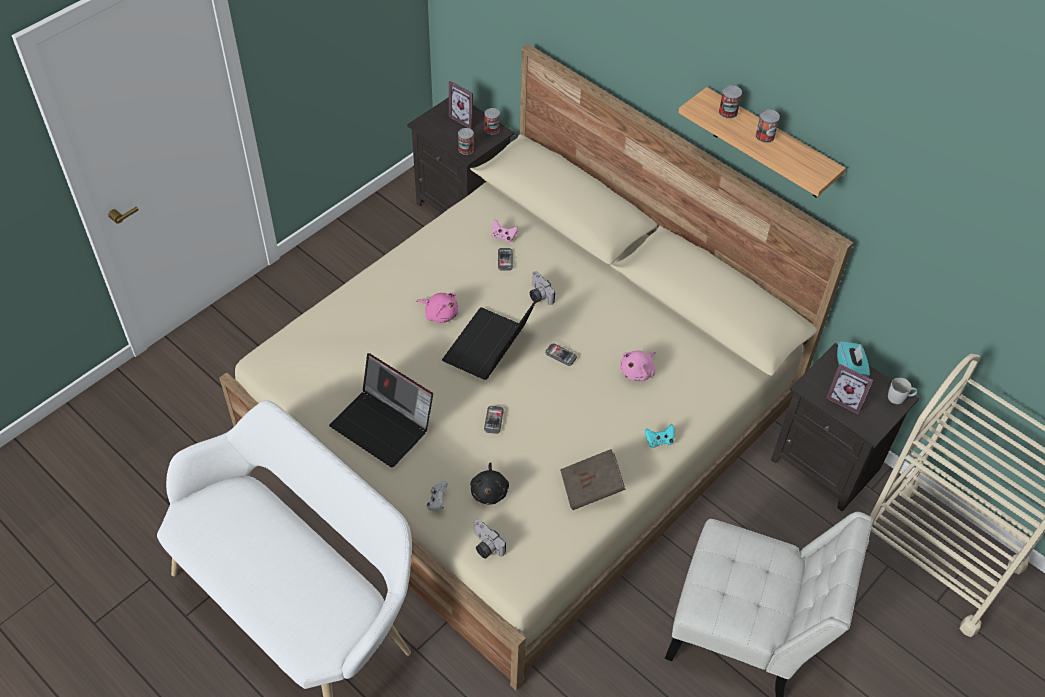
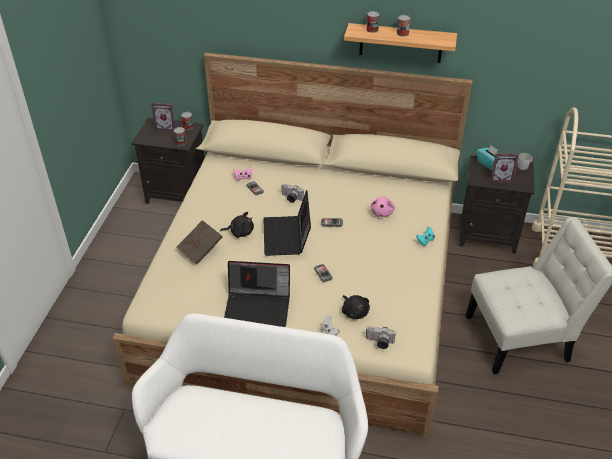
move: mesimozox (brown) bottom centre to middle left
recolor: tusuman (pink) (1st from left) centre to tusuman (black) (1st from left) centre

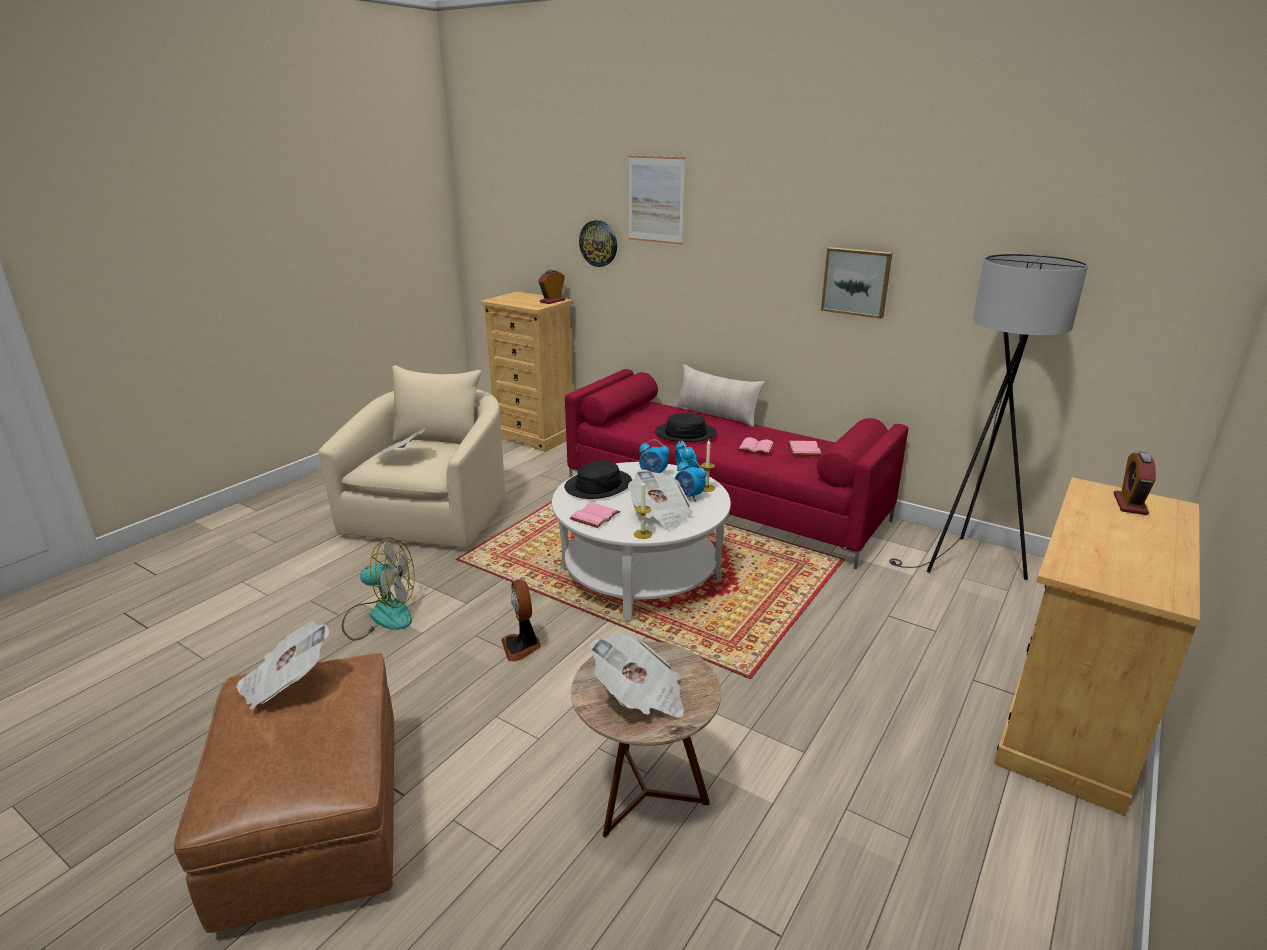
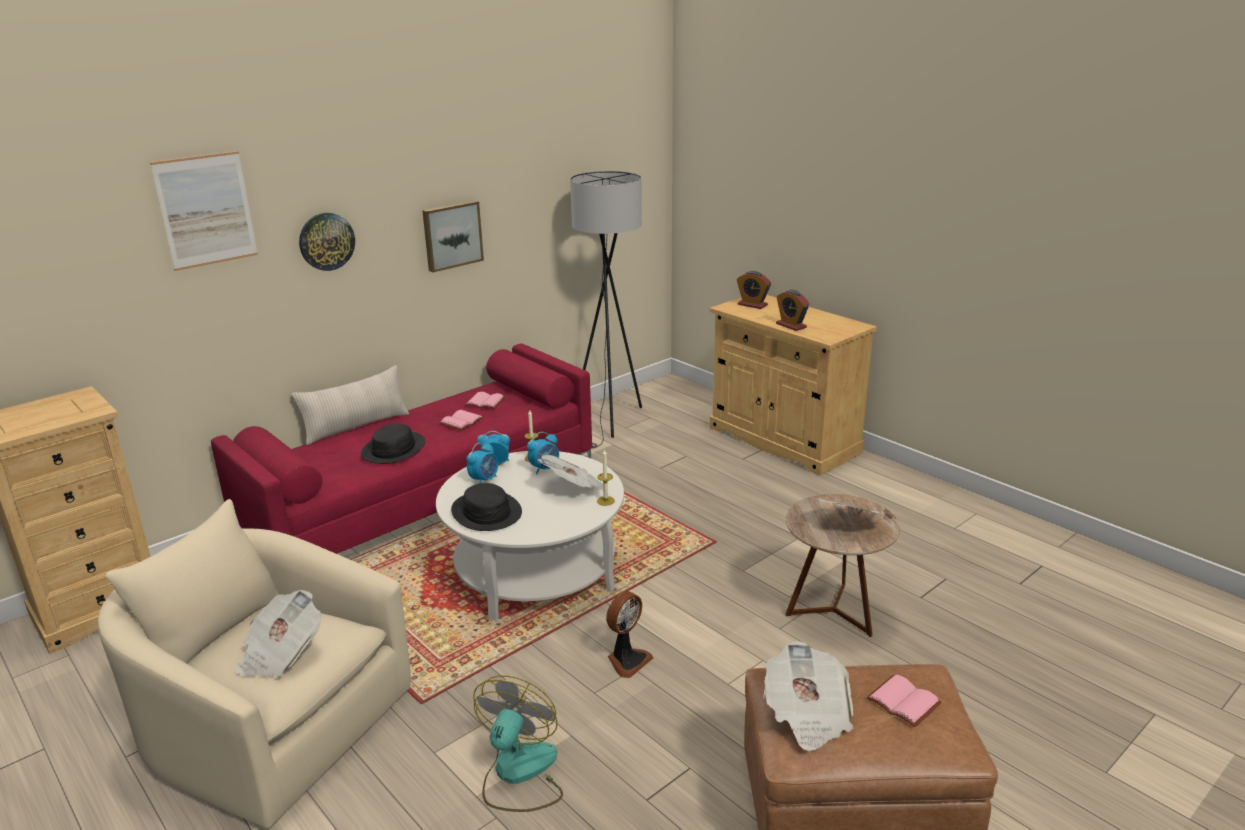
move: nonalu top centre to top left; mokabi (1st from left in the first image) top centre to mokabi (5th from left) centre; mesimozox (pink) (1st from left in the first image) centre to mesimozox (pink) (3rd from left) bottom right
rotate: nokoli (2nd from left) centre = bottom centre 45 degrees counterclockwise

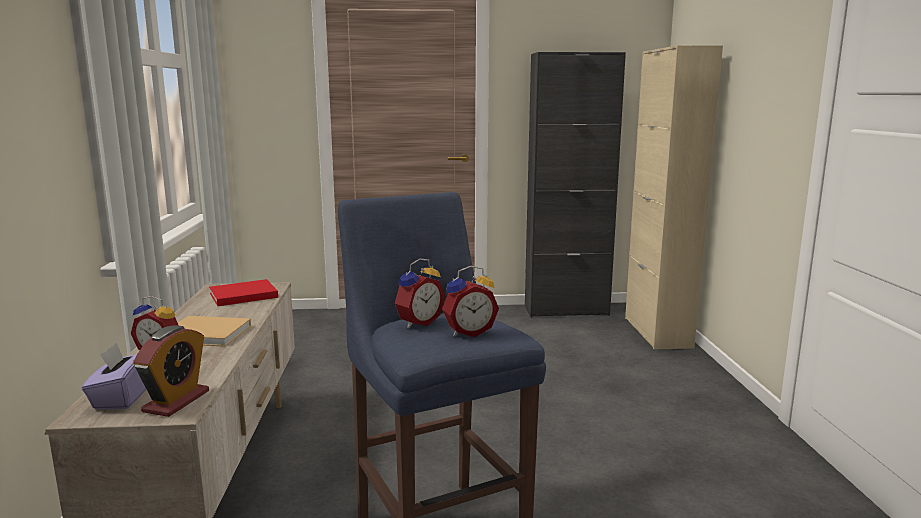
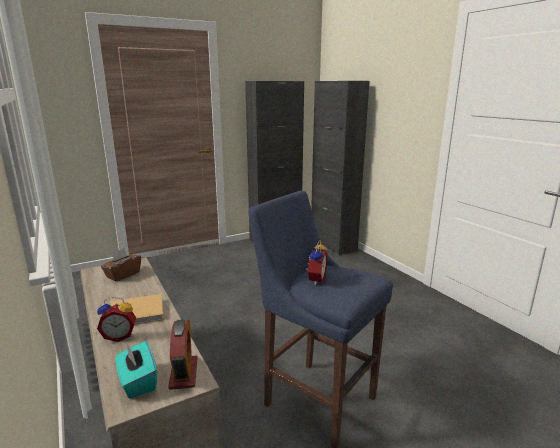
delete: mokabi (4th from left) centre
replace: mesimozox (red) middle left to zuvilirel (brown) middle left
recolor: zuvilirel (purple) bottom left to zuvilirel (turquoise) bottom left; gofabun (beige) middle right to gofabun (black) (2nd from left) centre

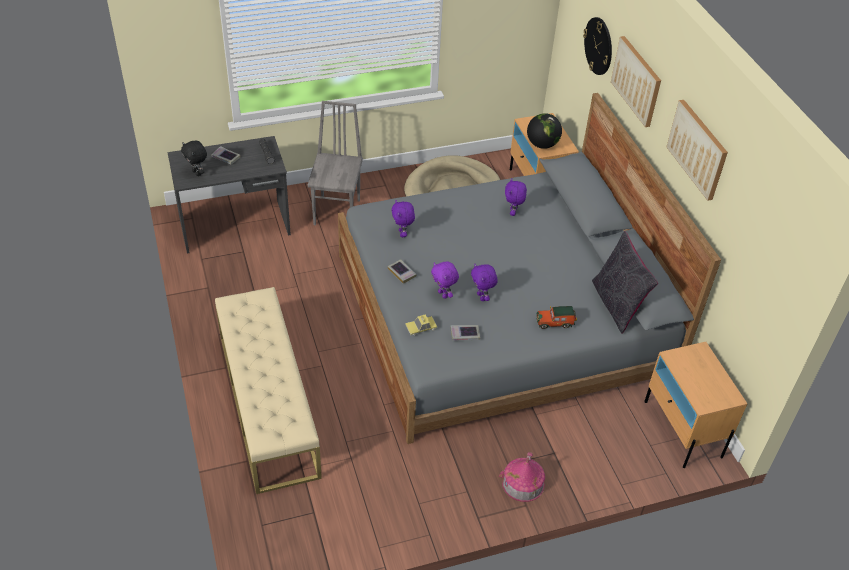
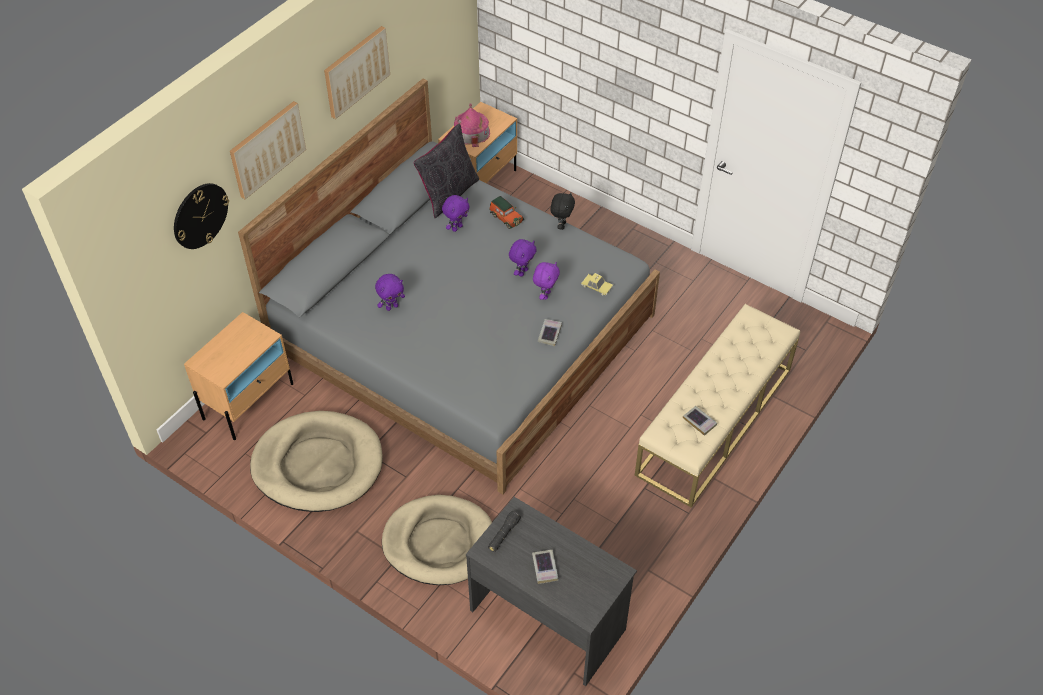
delete: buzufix top centre
move: tusuman (purple) (1st from left in the first image) centre to tusuman (purple) (2nd from left) top centre; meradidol bottom centre to top centre; tusuman (black) top left to top centre; mesimozox (3rd from left) centre to middle right
replace: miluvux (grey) top centre to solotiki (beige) (2nd from left) bottom centre

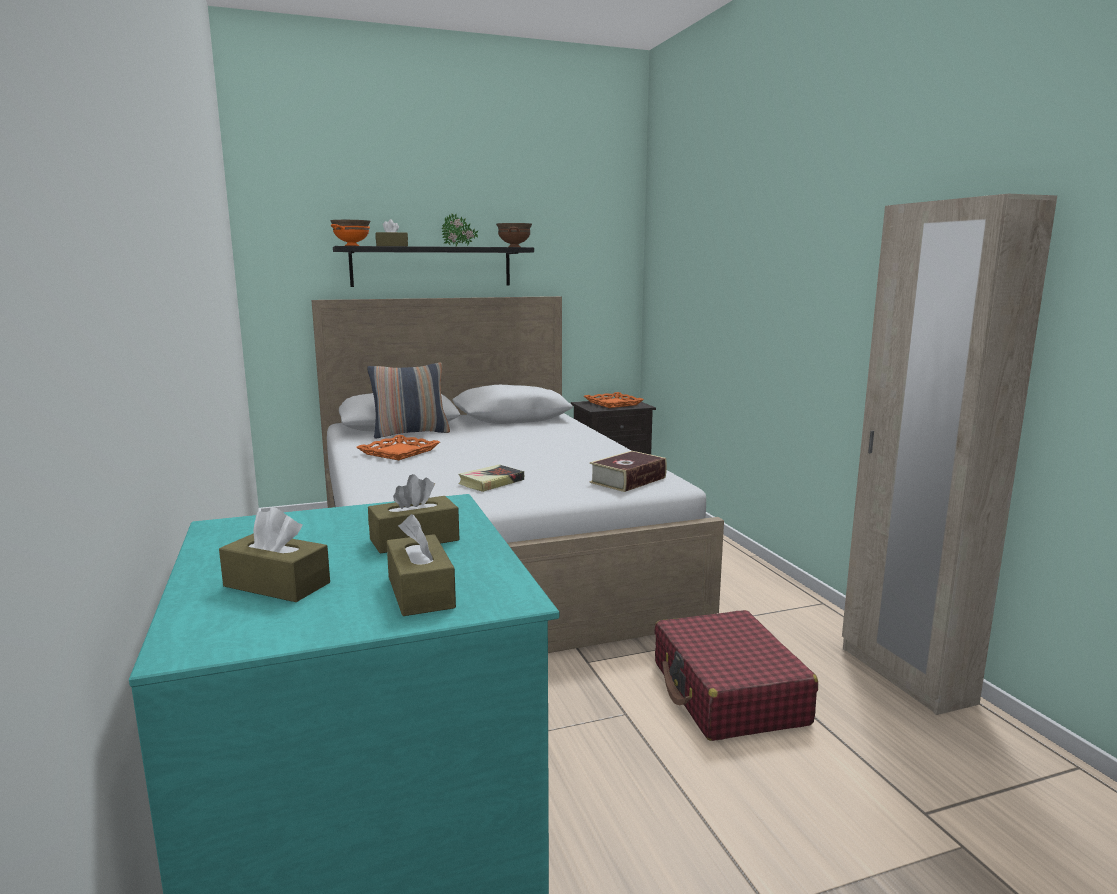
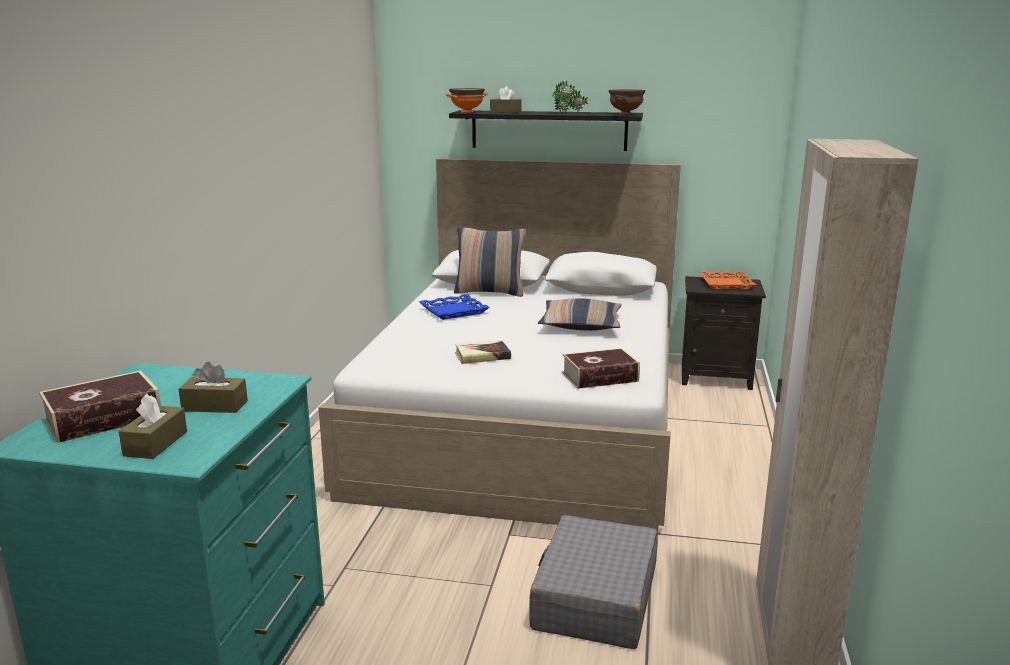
insert: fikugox (2nd from left) centre
replace: zuvilirel (brown) (1st from left) middle left to mesimozox (1st from left) middle left
recolor: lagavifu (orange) (1st from left) centre to lagavifu (blue) centre; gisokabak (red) bottom centre to gisokabak (grey) bottom centre

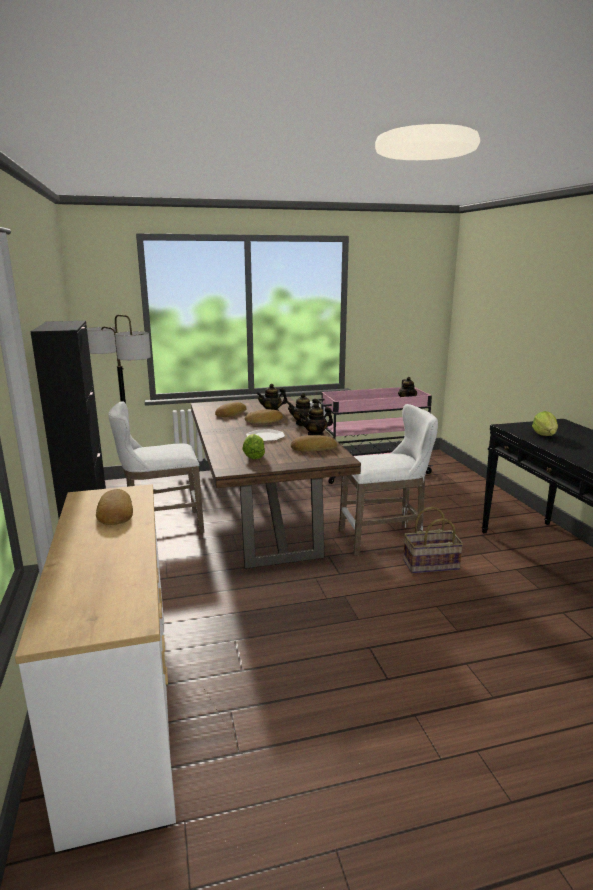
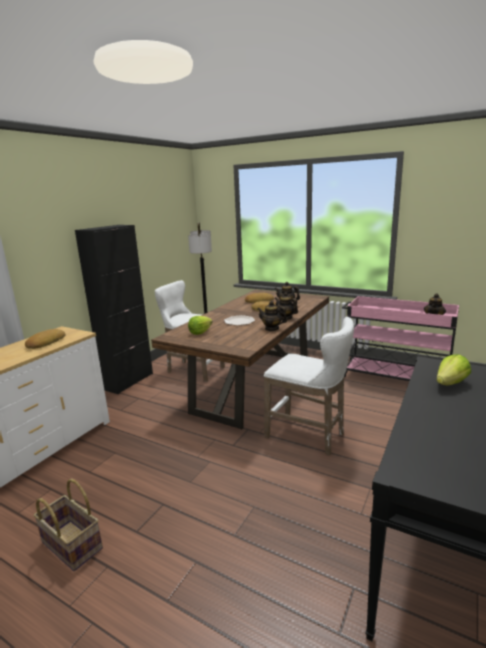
delete: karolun (4th from left) centre
move: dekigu middle right to bottom left

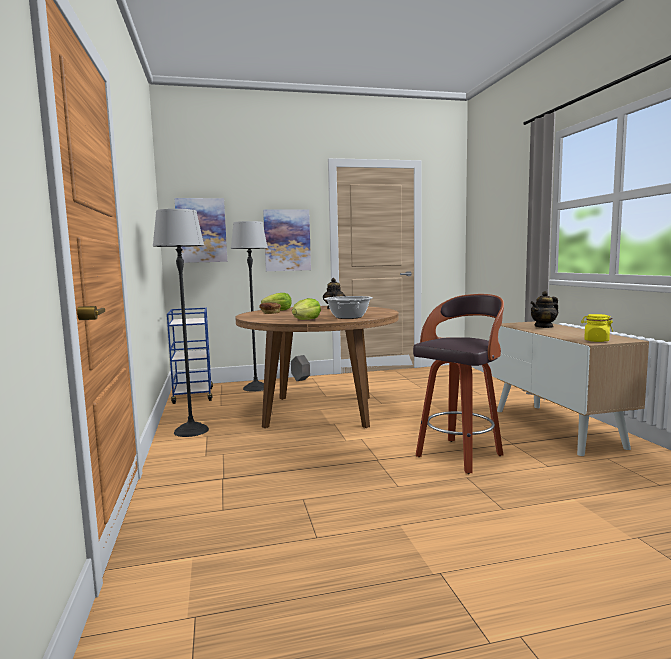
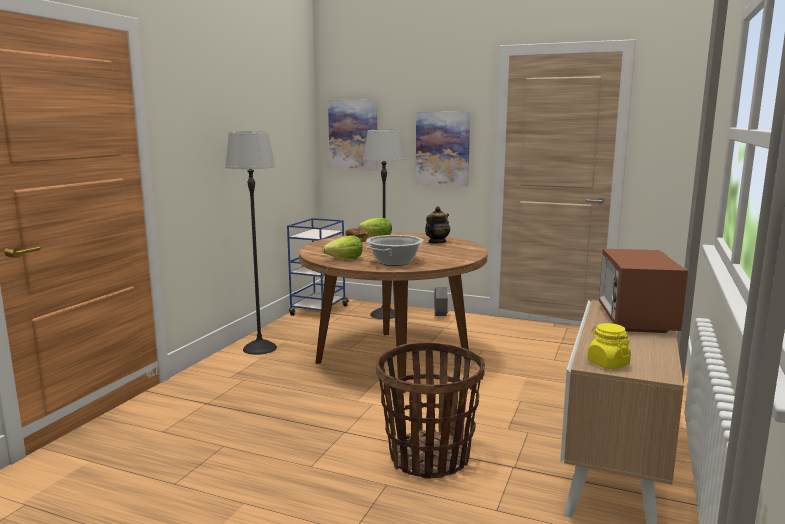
replace: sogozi middle right to dekigu bottom centre; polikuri (2nd from left) middle right to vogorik middle right

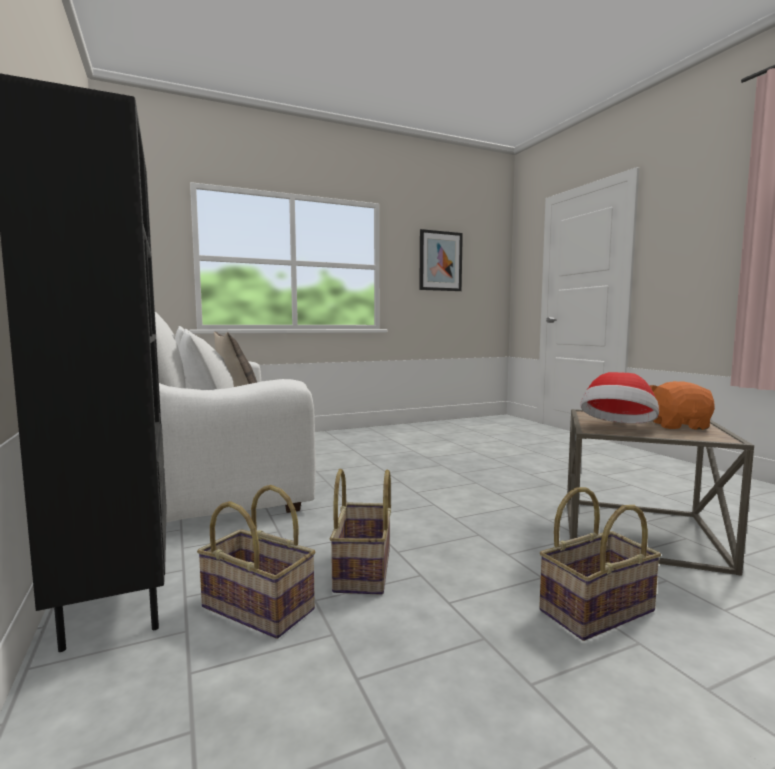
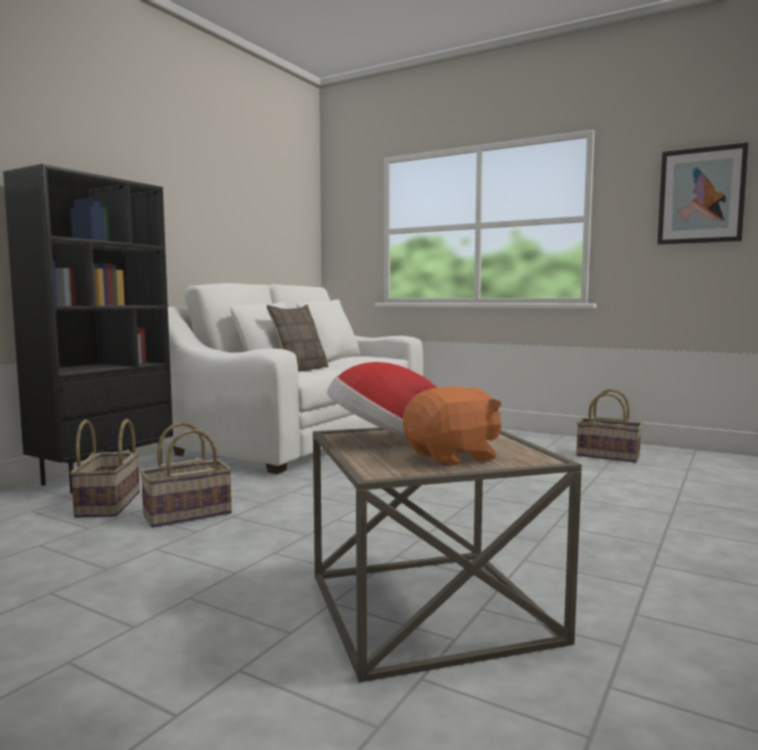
move: dekigu (3rd from left) bottom right to middle right

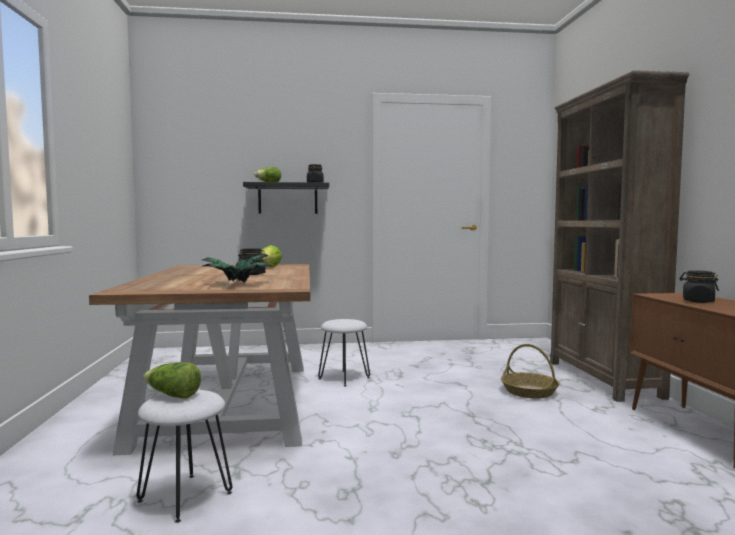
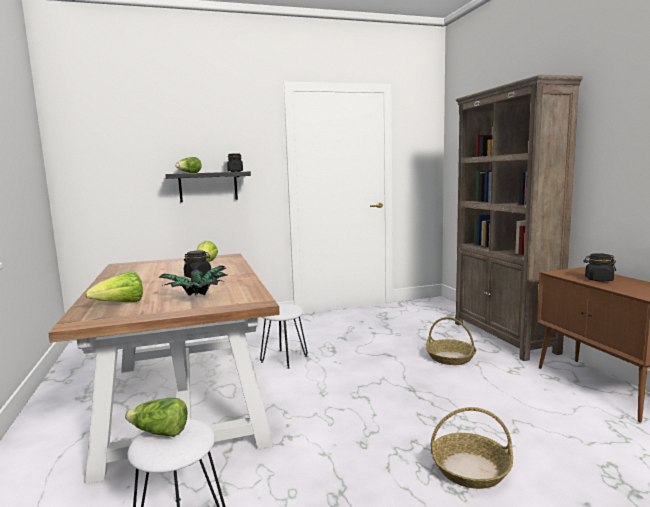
insert: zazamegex (1st from left) middle left; dekigu (2nd from left) bottom right

